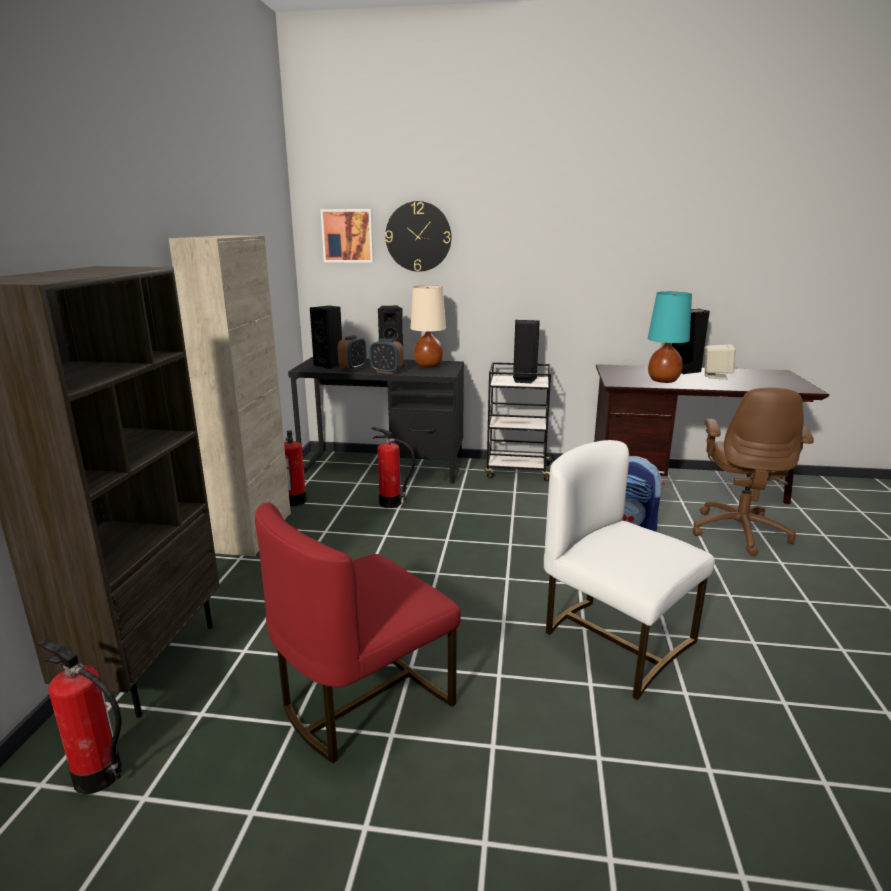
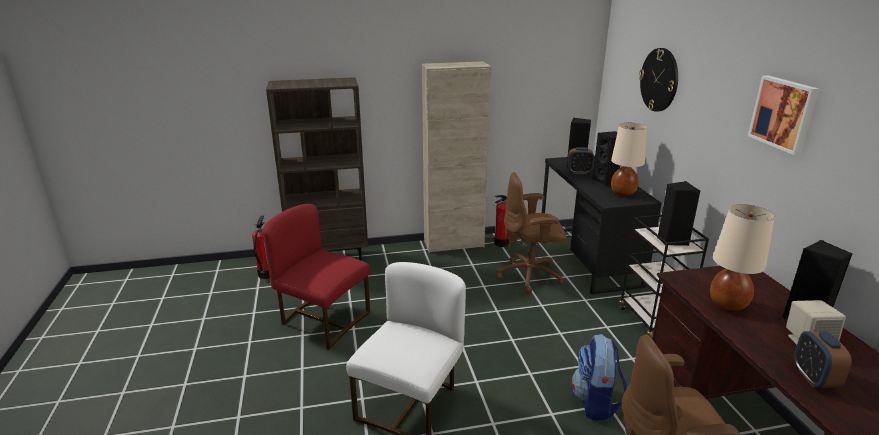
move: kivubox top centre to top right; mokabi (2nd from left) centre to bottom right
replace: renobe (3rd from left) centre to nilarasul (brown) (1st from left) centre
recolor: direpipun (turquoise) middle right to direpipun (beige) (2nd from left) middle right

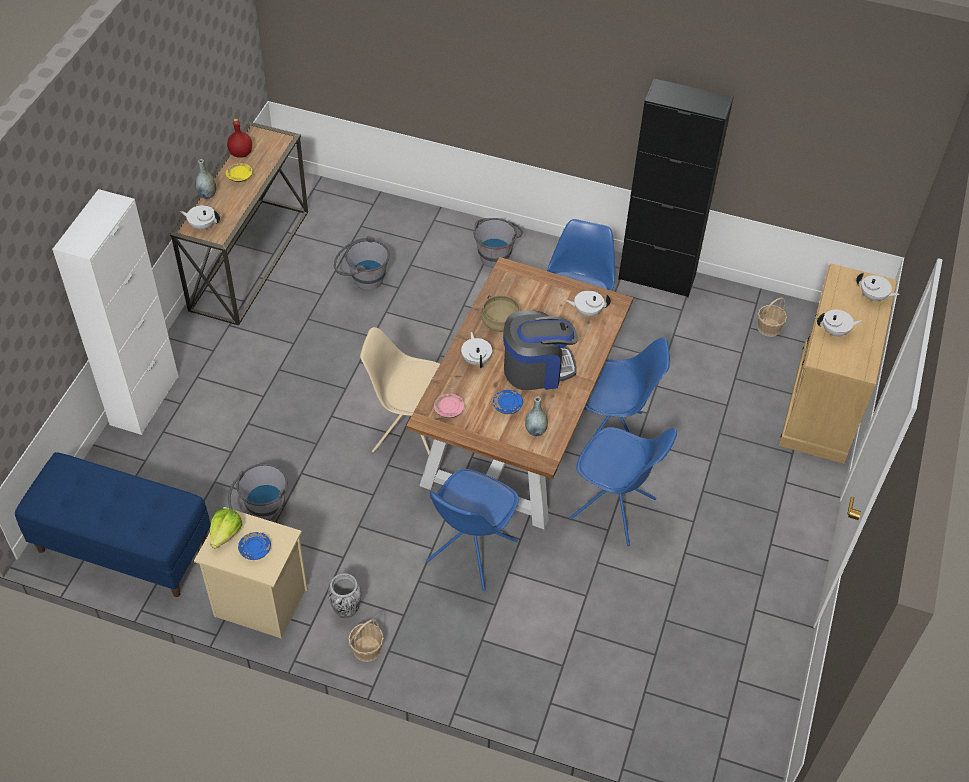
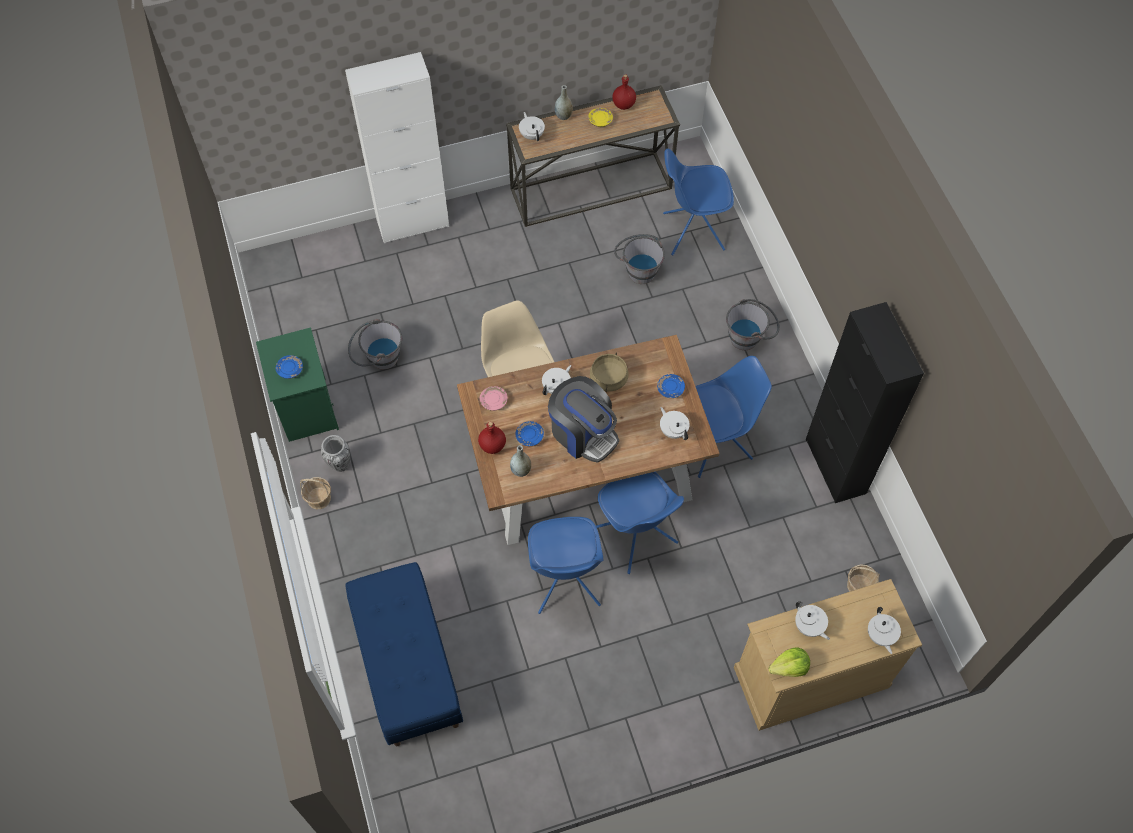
insert: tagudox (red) (1st from left) centre; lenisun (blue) (3rd from left) centre
move: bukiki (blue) bottom left to bottom centre; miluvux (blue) (1st from left in the first image) bottom centre to miluvux (blue) (3rd from left) top centre; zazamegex bottom left to bottom right
recolor: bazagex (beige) bottom left to bazagex (green) middle left

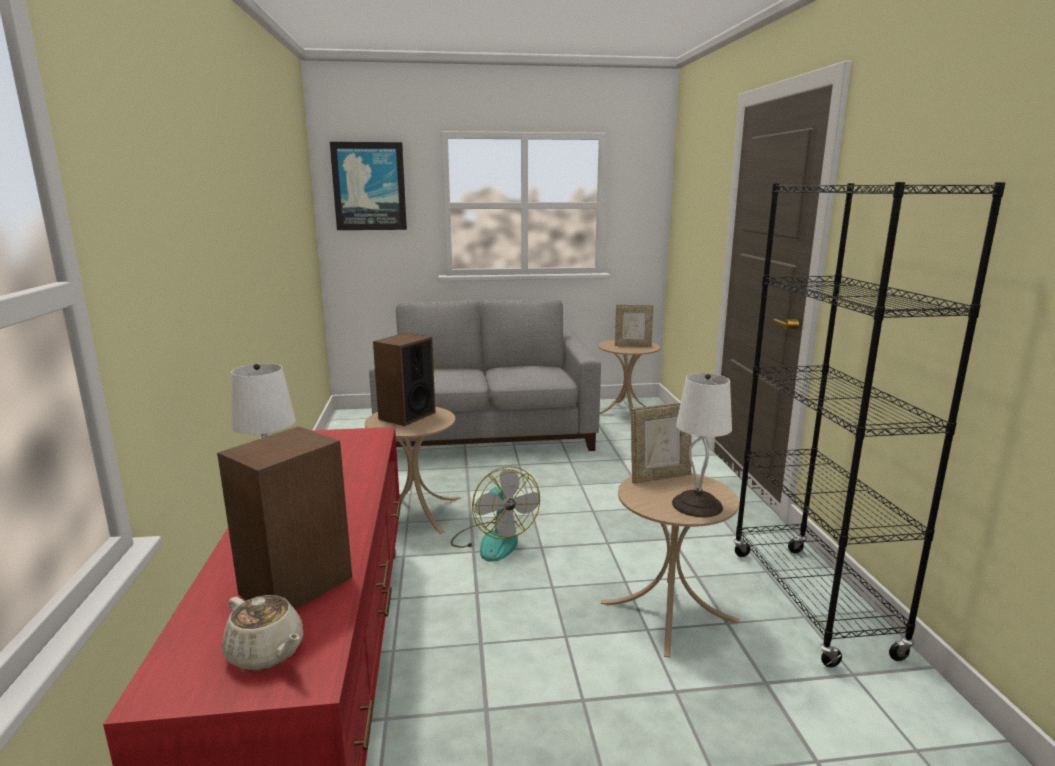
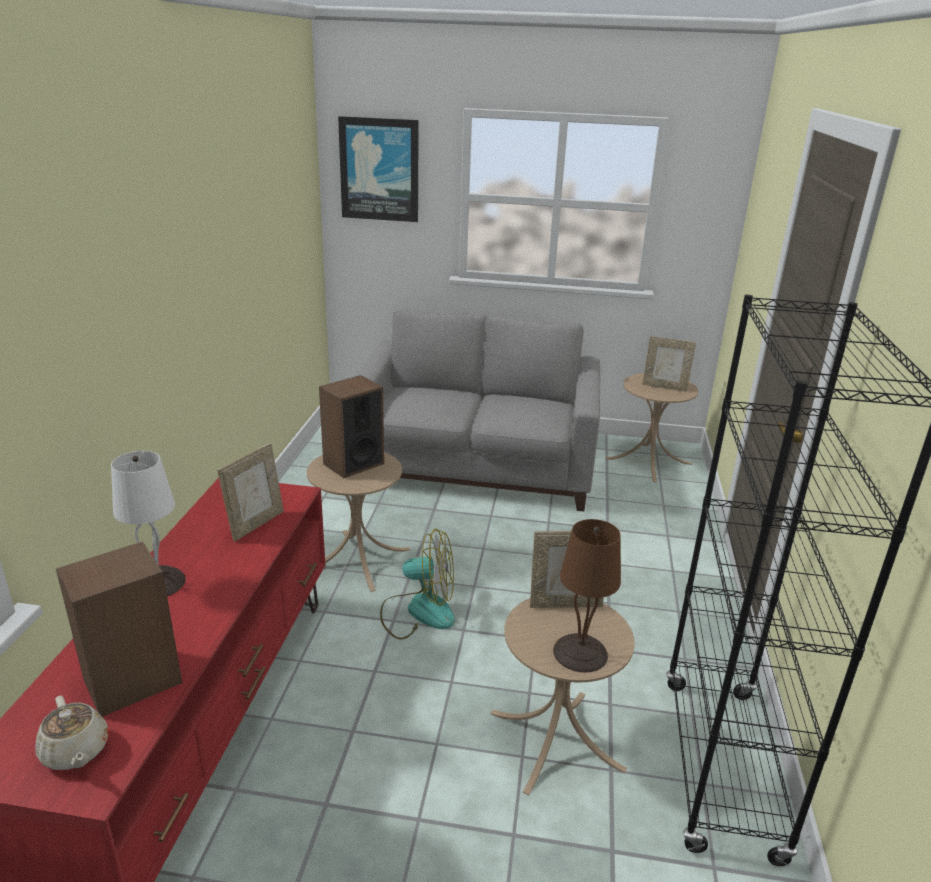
insert: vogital (1st from left) middle left
recolor: direpipun (white) (2nd from left) centre to direpipun (brown) bottom centre
rotate: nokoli bottom centre = centre 75 degrees counterclockwise

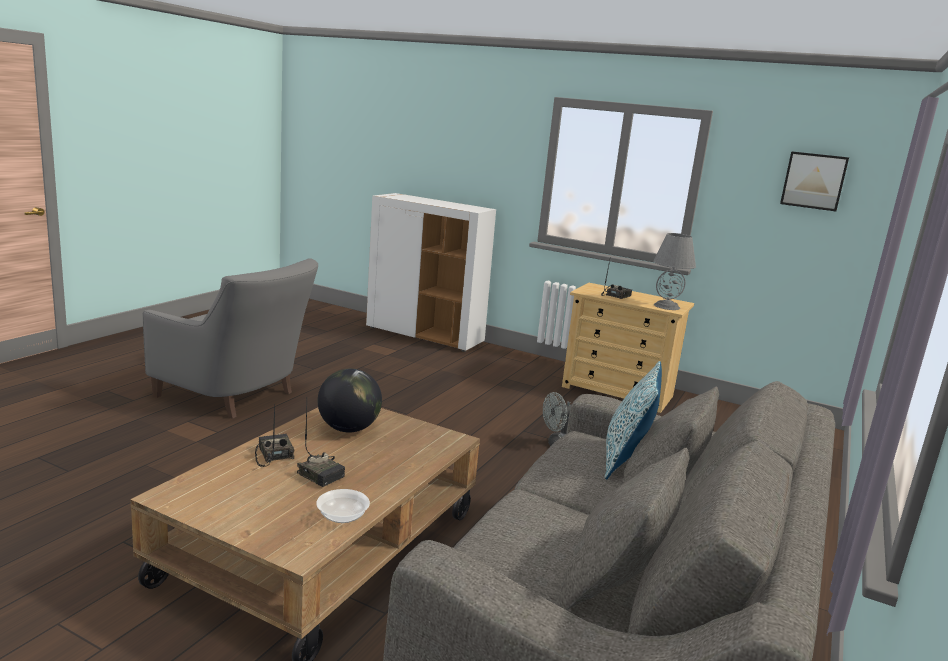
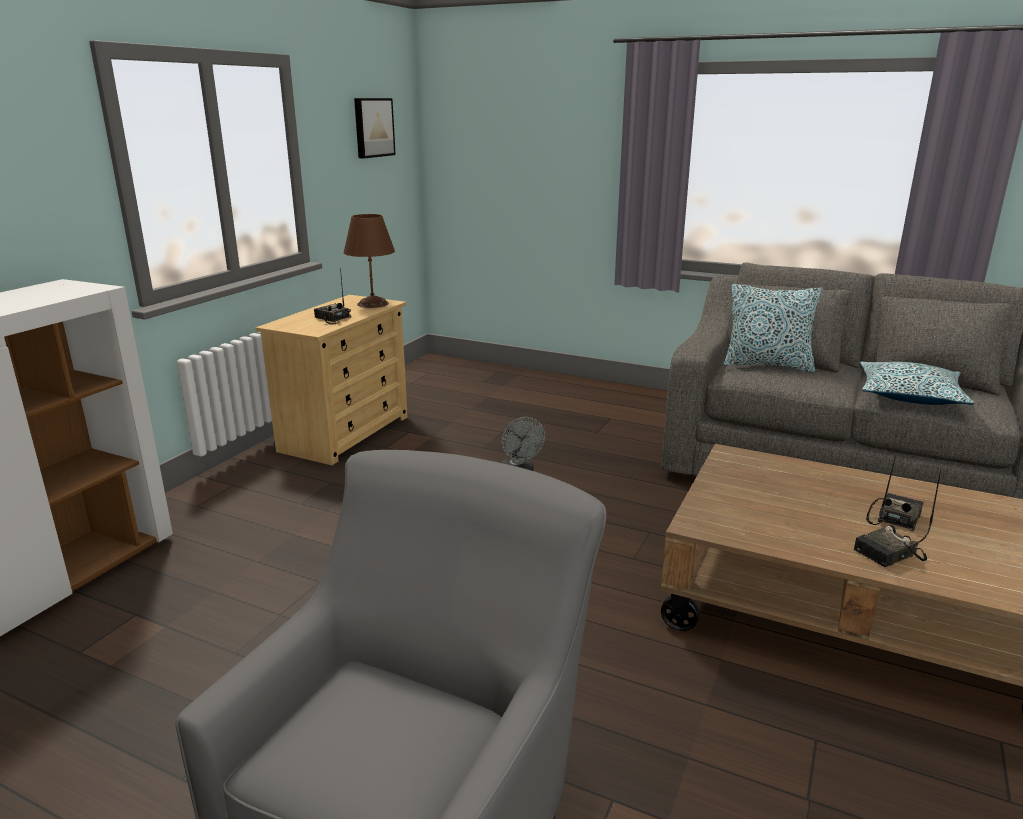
delete: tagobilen bottom centre; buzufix centre
insert: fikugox (2nd from left) middle right
recolor: direpipun (grey) middle right to direpipun (brown) top centre

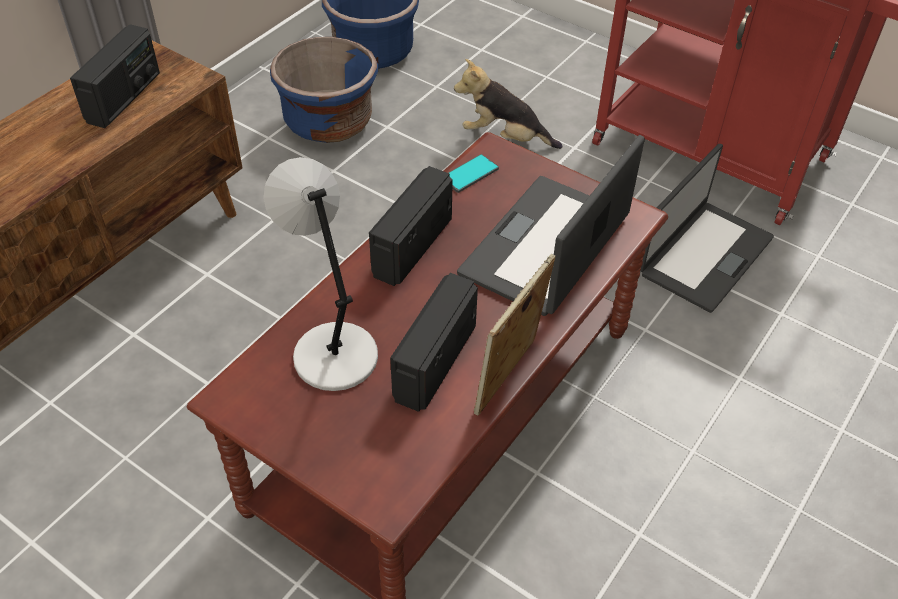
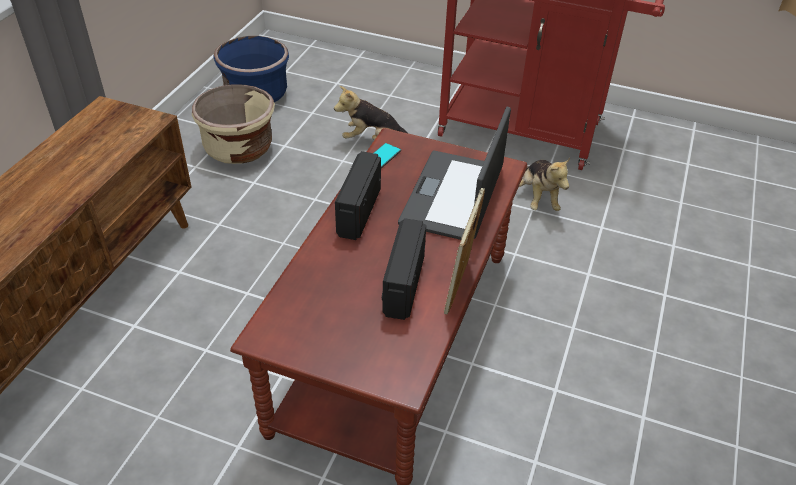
delete: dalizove (1st from left) top left; direpipun (grey) centre
replace: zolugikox (2nd from left) middle right to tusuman (2nd from left) middle right
recolor: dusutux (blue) (1st from left) top centre to dusutux (beige) top left

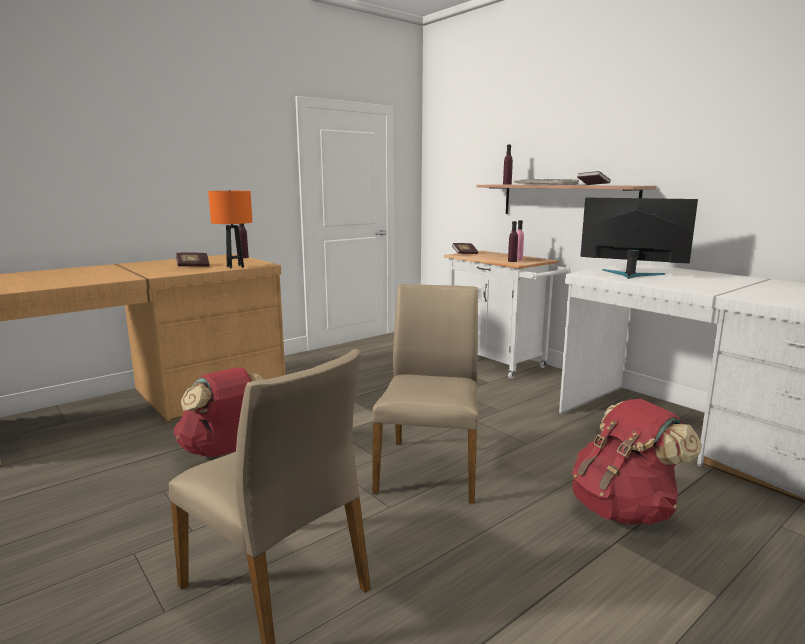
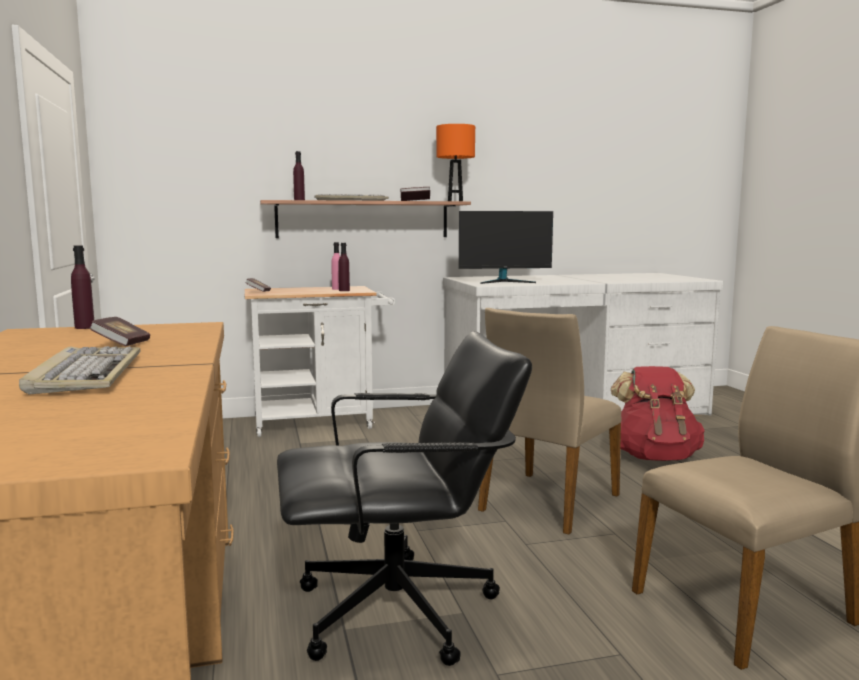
insert: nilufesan (1st from left) middle left
move: direpipun (orange) middle left to top centre
replace: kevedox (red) (1st from left) middle left to nilarasul (black) bottom centre
rotate: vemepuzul middle right = centre 150 degrees counterclockwise; miluvux (beige) (2nd from left in the first image) centre = centre 90 degrees counterclockwise

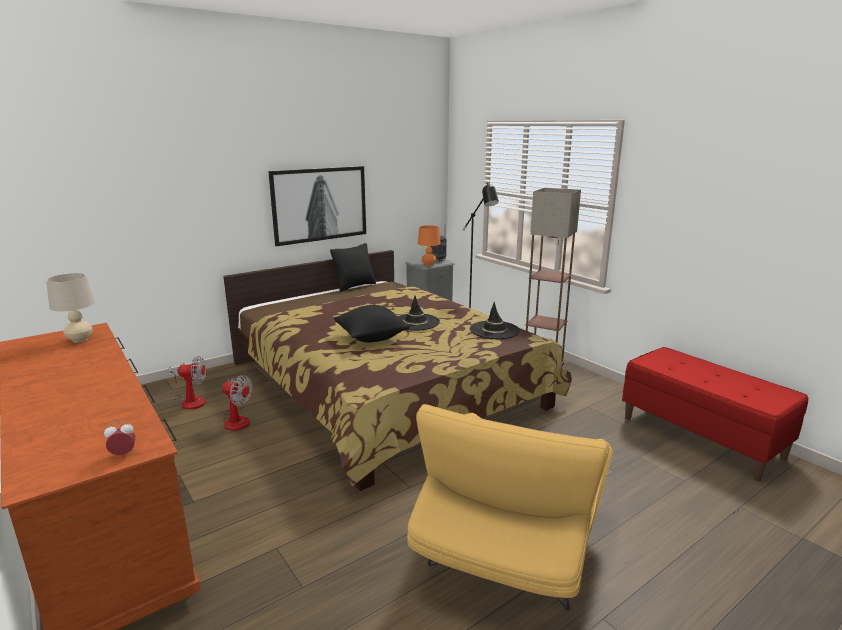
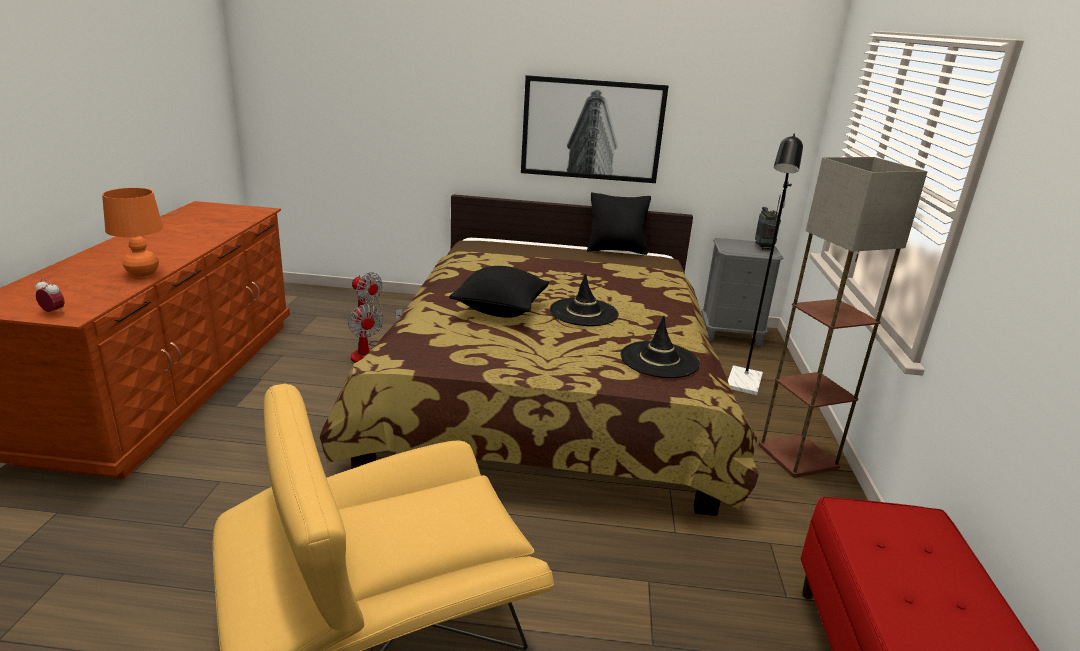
delete: direpipun (beige) middle left
move: direpipun (orange) centre to middle left

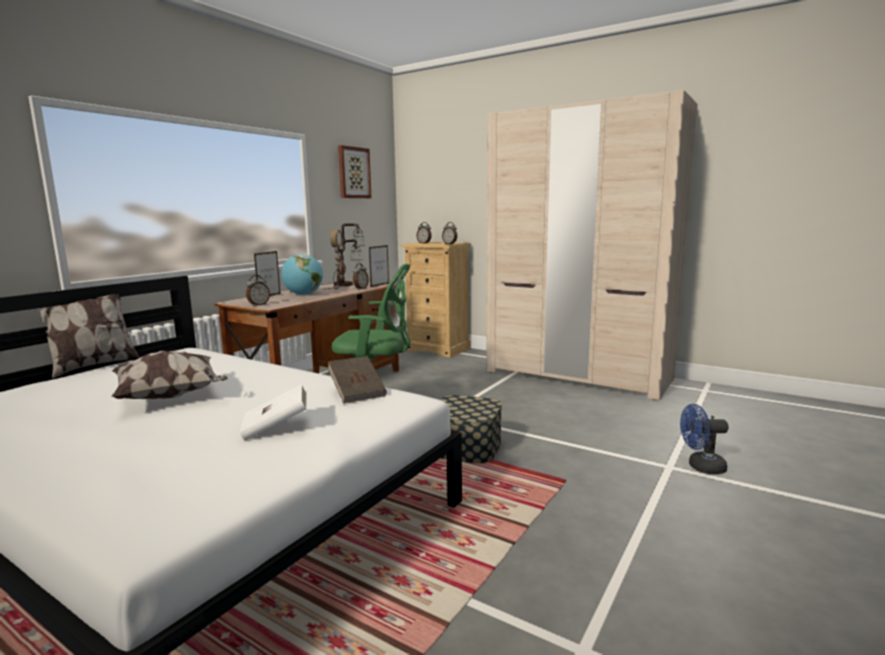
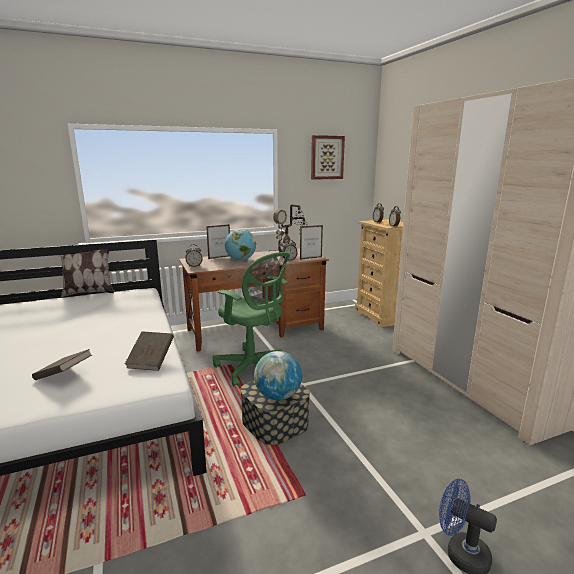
delete: fikugox (2nd from left) middle left
insert: buzufix (2nd from left) centre
recolor: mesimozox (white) middle left to mesimozox (brown) (1st from left) middle left

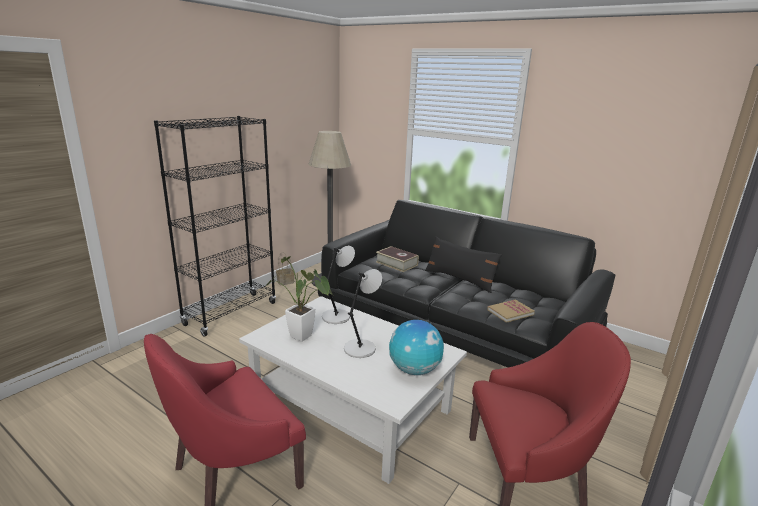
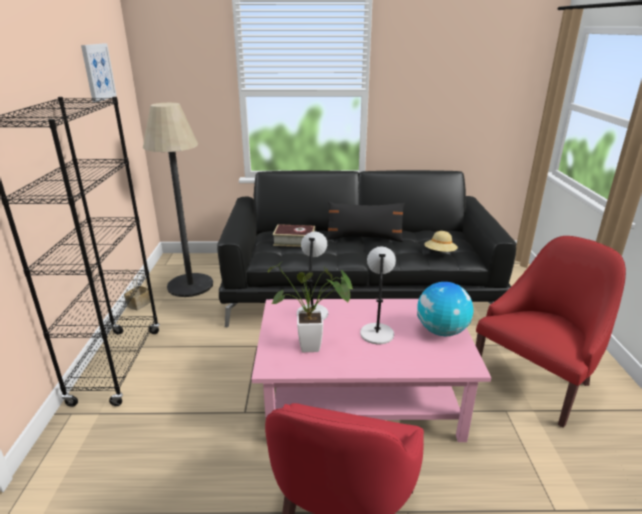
insert: kivubox top left
replace: mesimozox (2nd from left) middle right to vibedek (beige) middle right
recolor: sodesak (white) bottom centre to sodesak (pink) bottom centre

